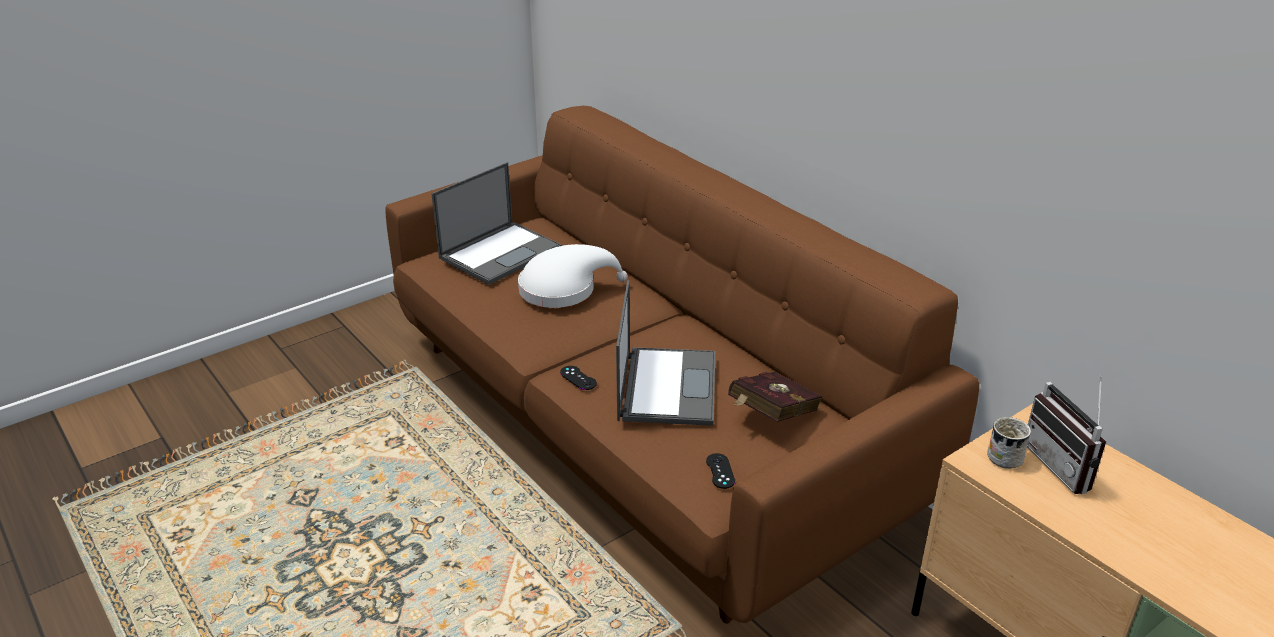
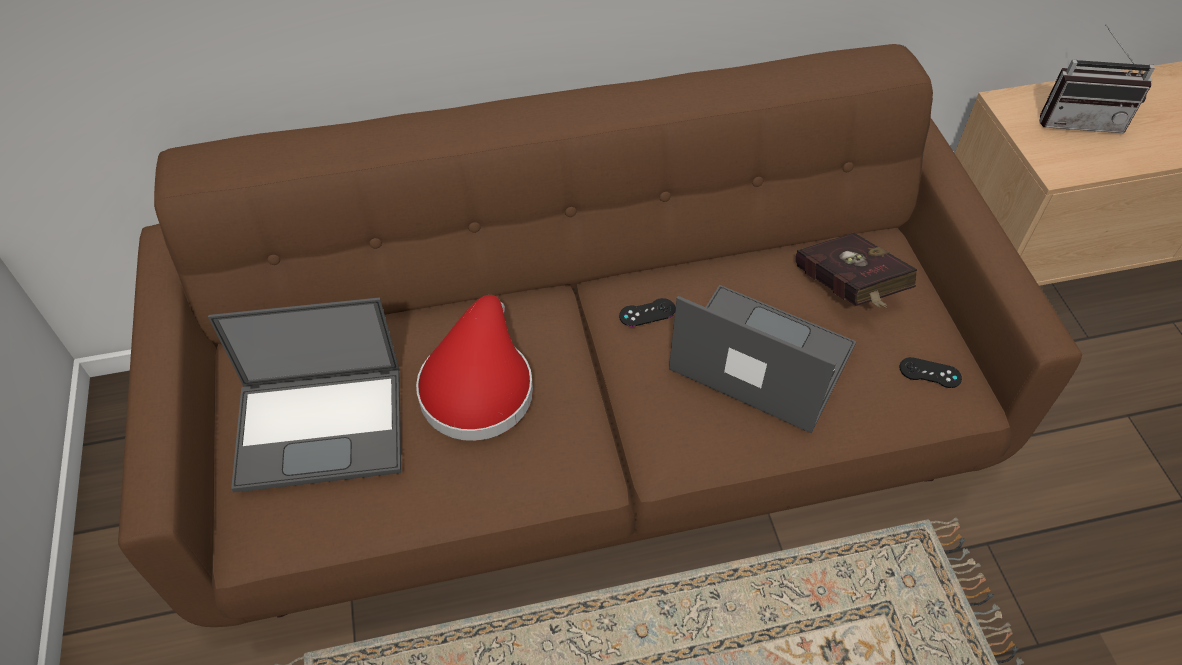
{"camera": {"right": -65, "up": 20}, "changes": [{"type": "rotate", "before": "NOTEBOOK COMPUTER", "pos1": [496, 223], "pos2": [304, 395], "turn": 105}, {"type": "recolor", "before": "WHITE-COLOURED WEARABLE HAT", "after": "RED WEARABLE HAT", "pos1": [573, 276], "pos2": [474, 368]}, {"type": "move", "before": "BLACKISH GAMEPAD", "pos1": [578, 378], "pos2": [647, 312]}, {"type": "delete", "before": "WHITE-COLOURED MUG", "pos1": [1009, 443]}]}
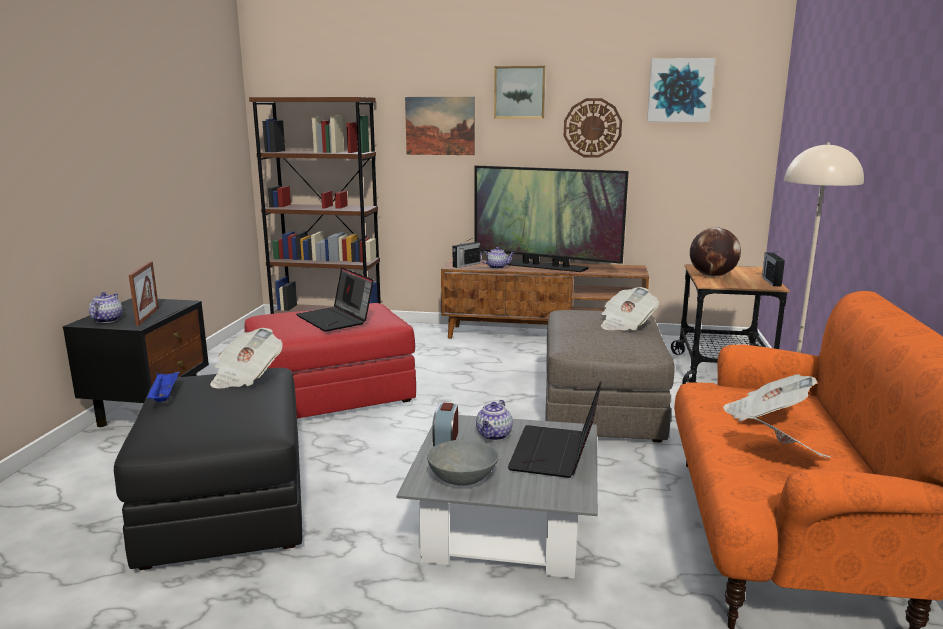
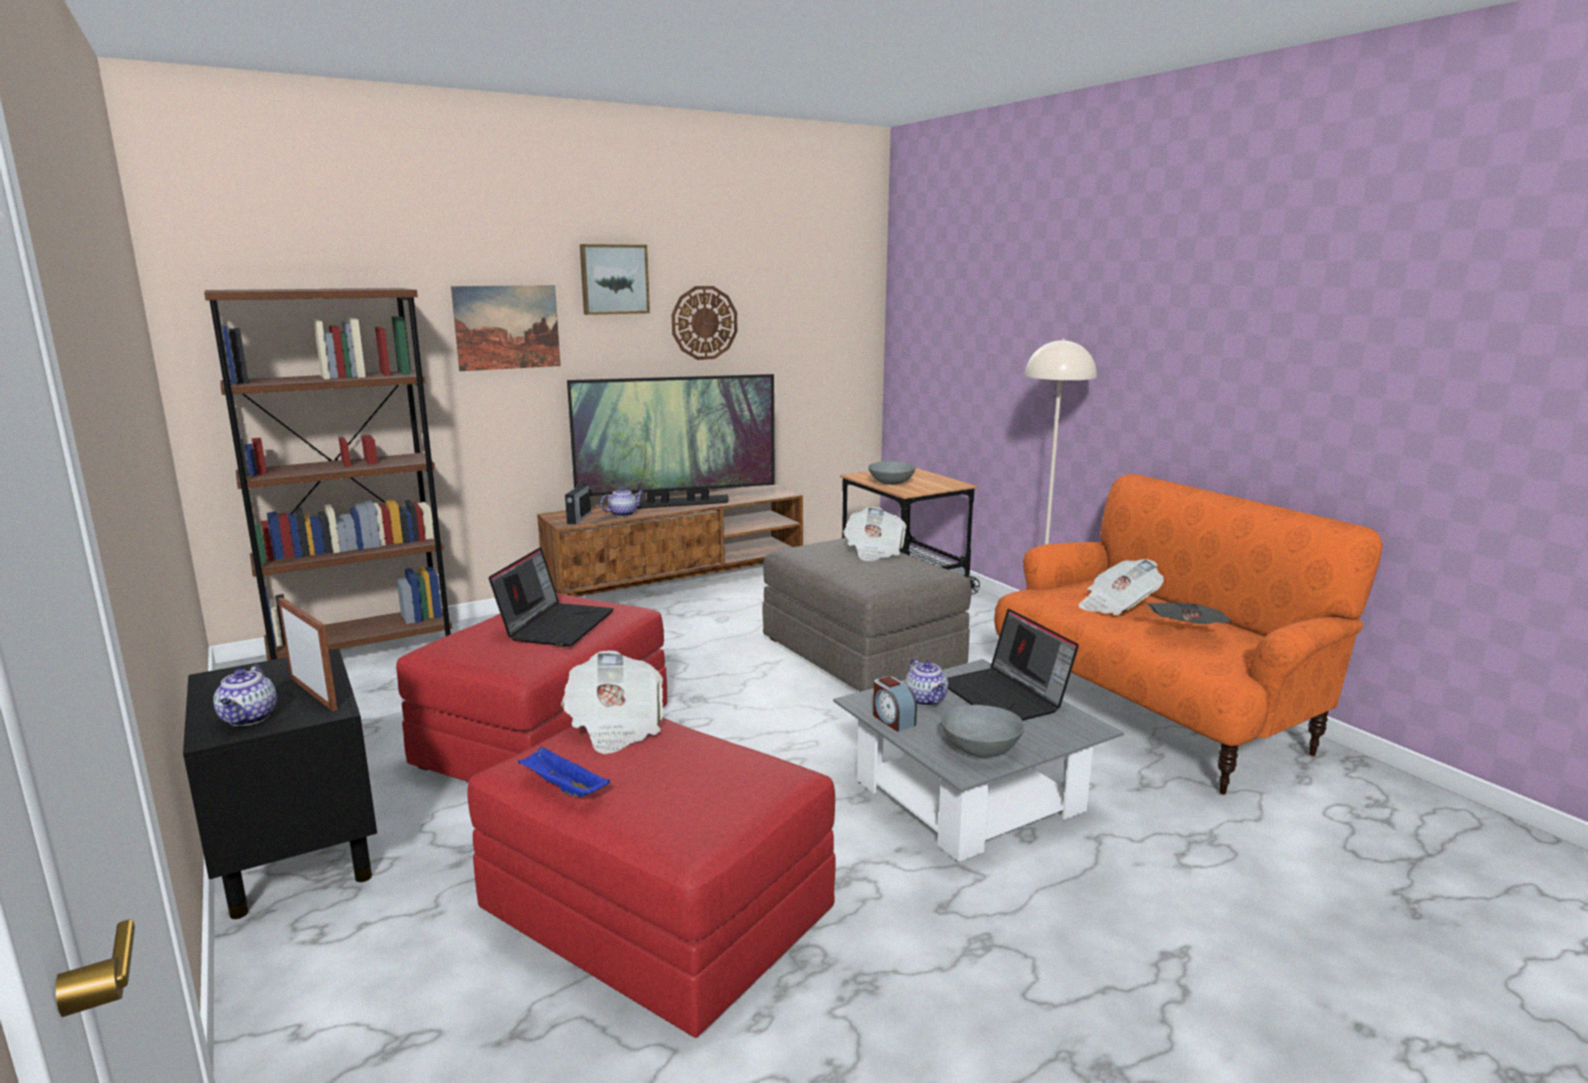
{"camera": {"right": -40, "up": 0}, "changes": [{"type": "rotate", "before": "POT FOR TEA", "pos1": [105, 307], "pos2": [245, 695], "turn": -150}, {"type": "recolor", "before": "BLACKISH POUFFE", "after": "RED POUFFE", "pos1": [208, 469], "pos2": [651, 877]}, {"type": "rotate", "before": "NOTEBOOK COMPUTER", "pos1": [335, 299], "pos2": [551, 597], "turn": -90}, {"type": "delete", "before": "WALL PICTURE", "pos1": [681, 90]}, {"type": "replace", "before": "GLOBE", "after": "GREYISH DEEP DISH", "pos1": [715, 252], "pos2": [892, 473]}, {"type": "delete", "before": "RADIO RECEIVER", "pos1": [773, 268]}]}
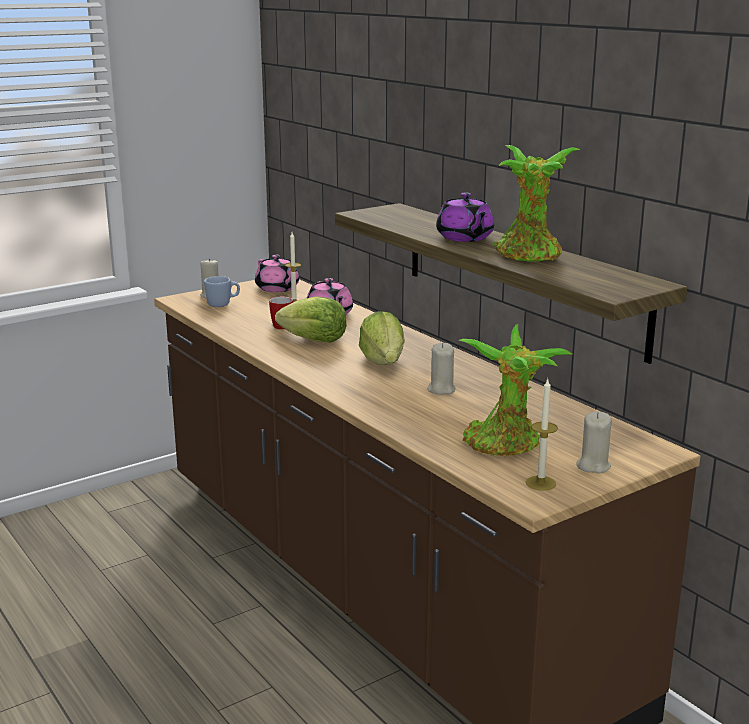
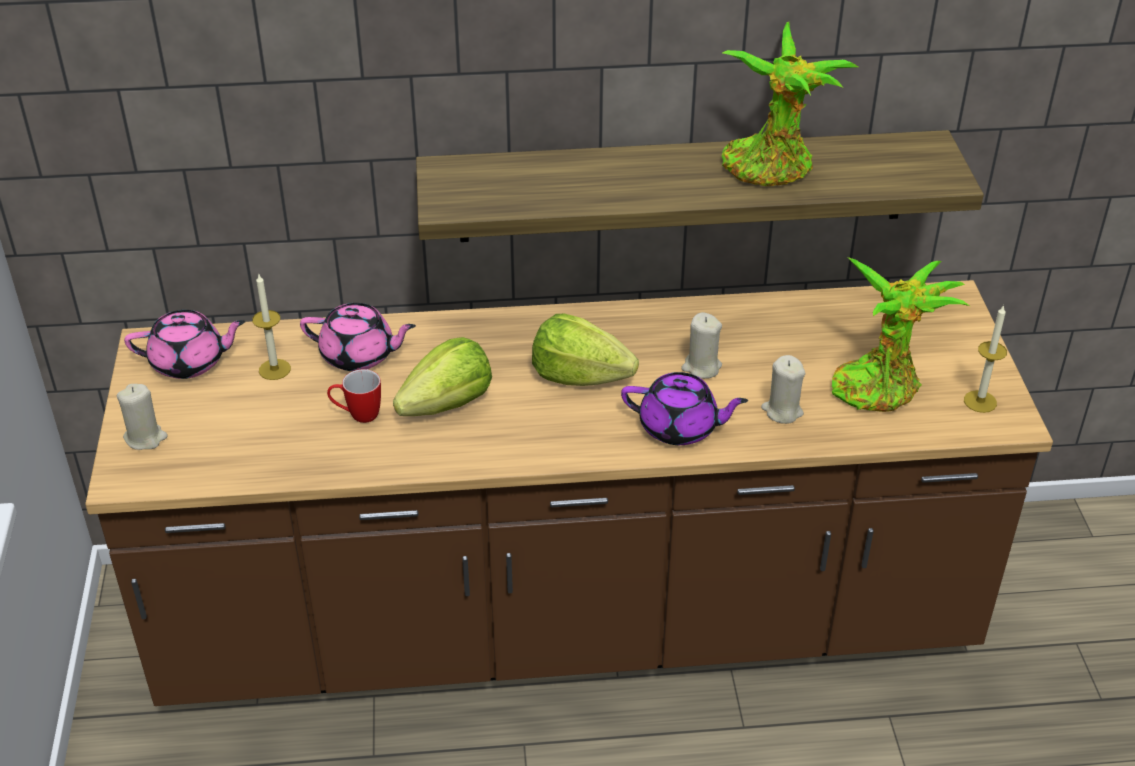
{"camera": {"right": -60, "up": 20}, "changes": [{"type": "delete", "before": "BLUISH MUG", "pos1": [222, 291]}, {"type": "move", "before": "PURPLISH POT FOR TEA", "pos1": [465, 217], "pos2": [684, 408]}, {"type": "move", "before": "SAND-COLOURED WAX LIGHT", "pos1": [594, 442], "pos2": [783, 389]}]}
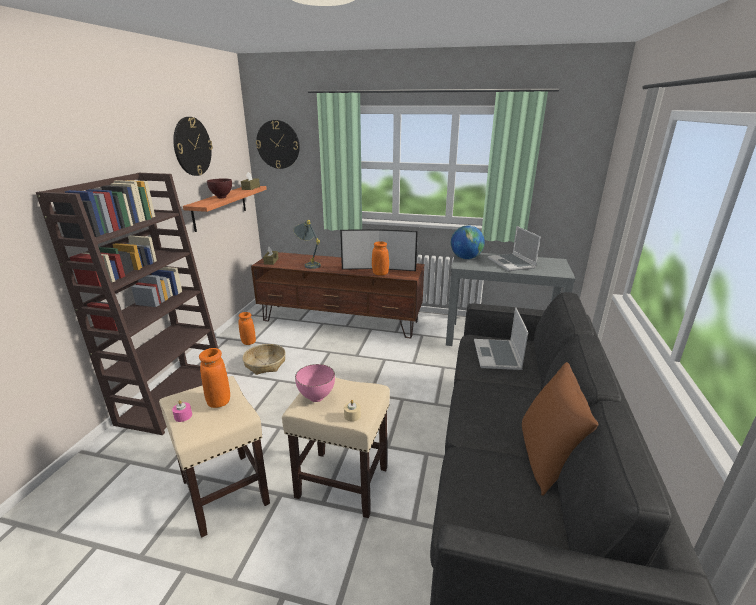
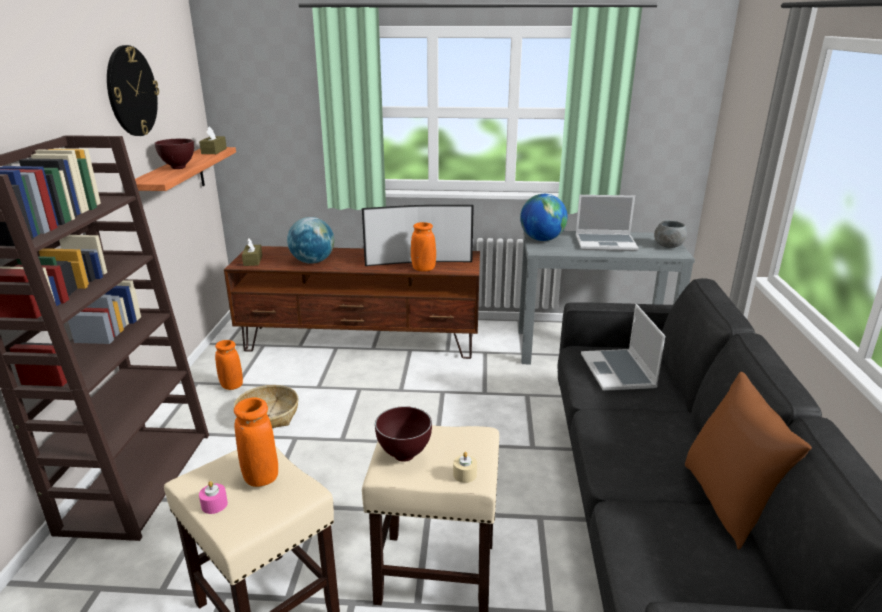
{"camera": {"right": -10, "up": 0}, "changes": [{"type": "delete", "before": "CLOCK ON THE WALL", "pos1": [278, 144]}, {"type": "replace", "before": "GREYISH TABLE LAMP", "after": "GLOBE", "pos1": [307, 244], "pos2": [310, 240]}, {"type": "recolor", "before": "PINK DEEP DISH", "after": "BROWN-COLOURED DEEP DISH", "pos1": [315, 383], "pos2": [403, 434]}, {"type": "rotate", "before": "NOTEBOOK COMPUTER", "pos1": [514, 248], "pos2": [607, 223], "turn": -60}, {"type": "insert", "after": "GREYISH DEEP DISH", "pos2": [670, 234]}]}
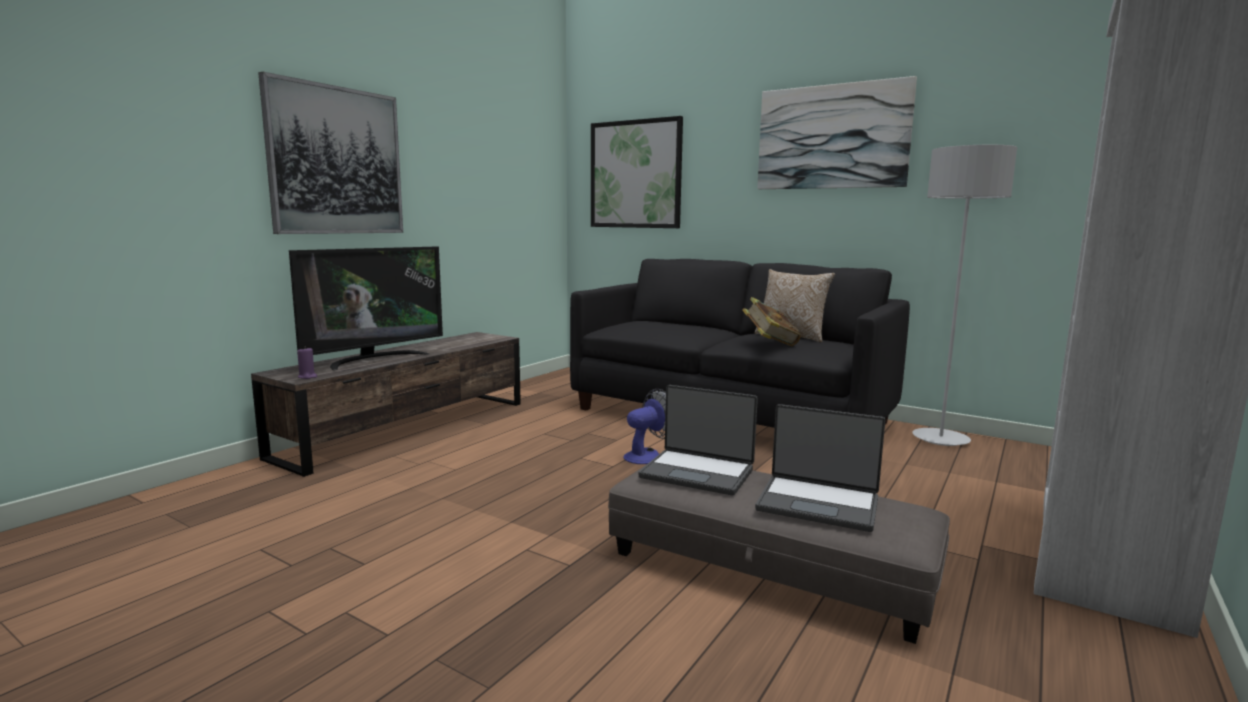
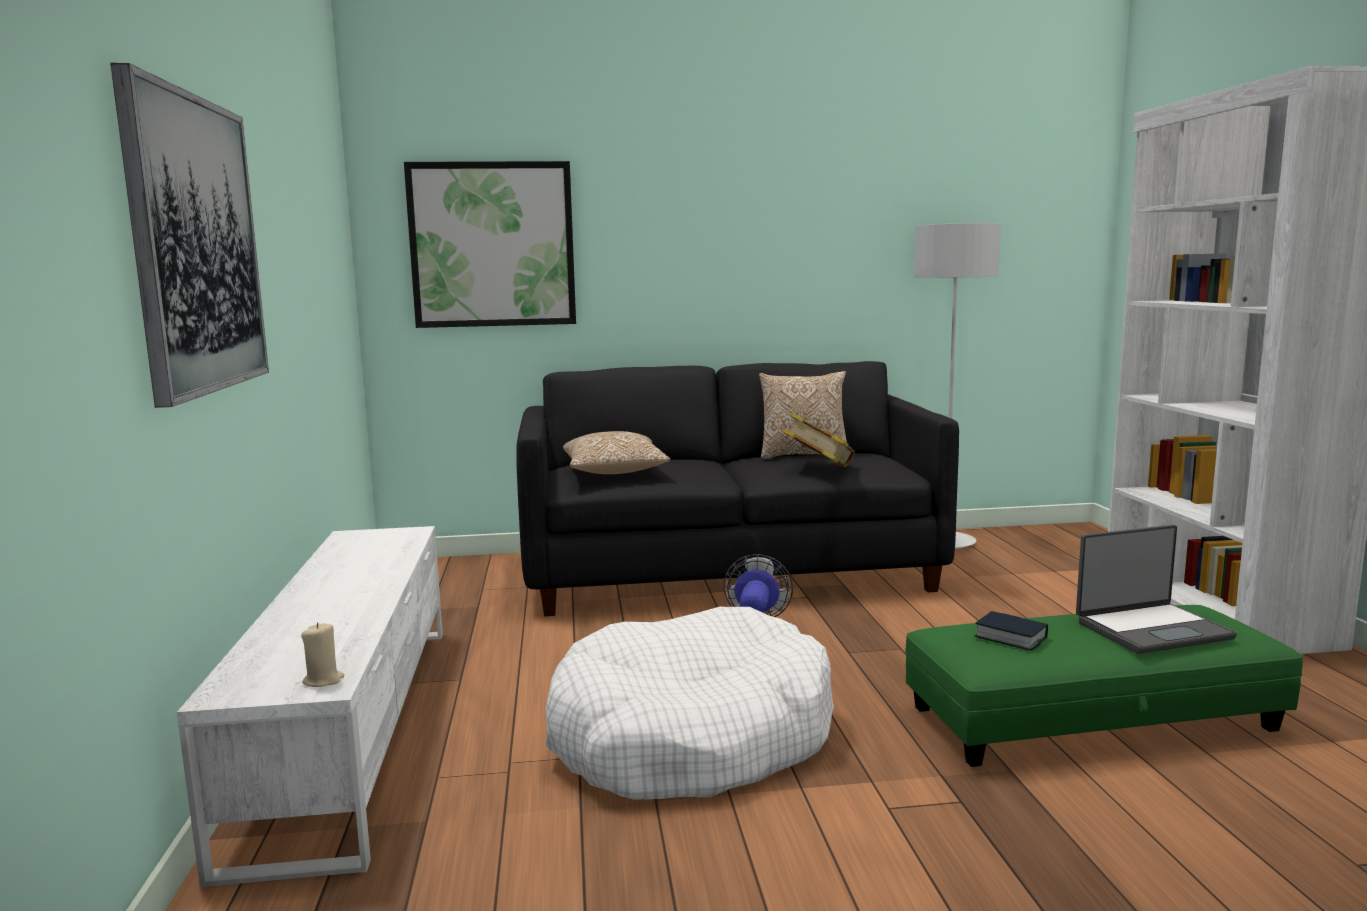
{"camera": {"right": -40, "up": 0}, "changes": [{"type": "recolor", "before": "BROWN-COLOURED TV STAND", "after": "WHITE-COLOURED TV STAND", "pos1": [386, 404], "pos2": [310, 707]}, {"type": "delete", "before": "TELEVISION", "pos1": [366, 308]}, {"type": "recolor", "before": "PURPLISH WAX LIGHT", "after": "SAND-COLOURED WAX LIGHT", "pos1": [307, 363], "pos2": [323, 655]}, {"type": "recolor", "before": "GREYISH POUFFE", "after": "GREENISH POUFFE", "pos1": [779, 554], "pos2": [1104, 686]}, {"type": "replace", "before": "NOTEBOOK COMPUTER", "after": "BOUND BOOK", "pos1": [698, 440], "pos2": [1011, 631]}, {"type": "delete", "before": "WALL PICTURE", "pos1": [837, 132]}, {"type": "insert", "after": "WHITE-COLOURED DOG BED", "pos2": [690, 703]}, {"type": "insert", "after": "CUSHION", "pos2": [616, 452]}]}
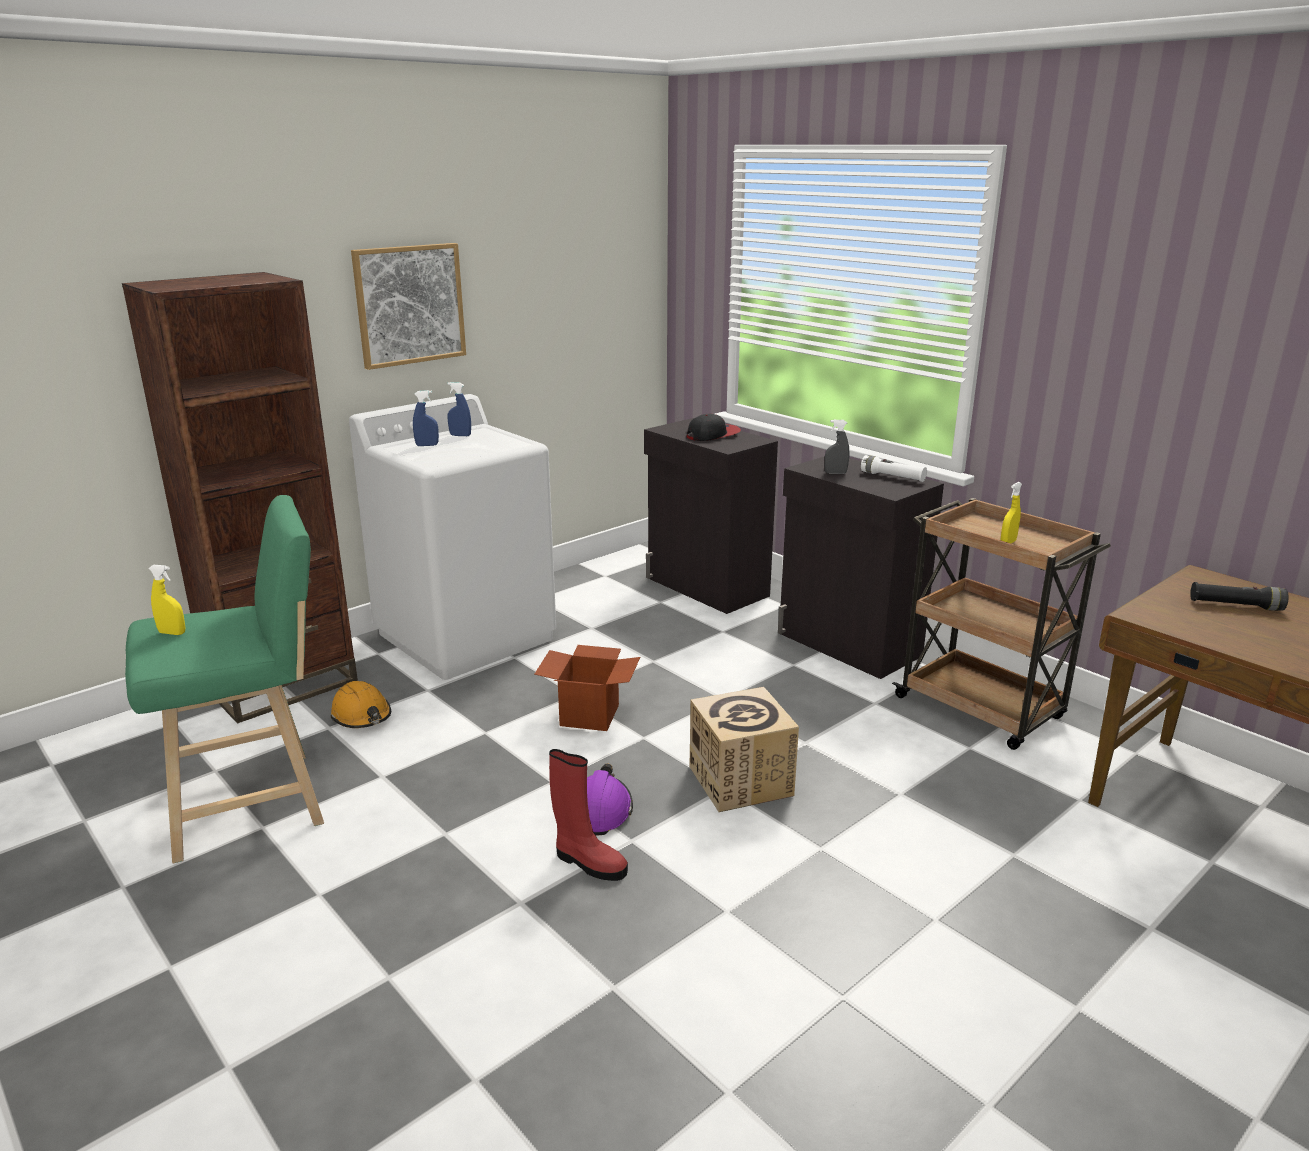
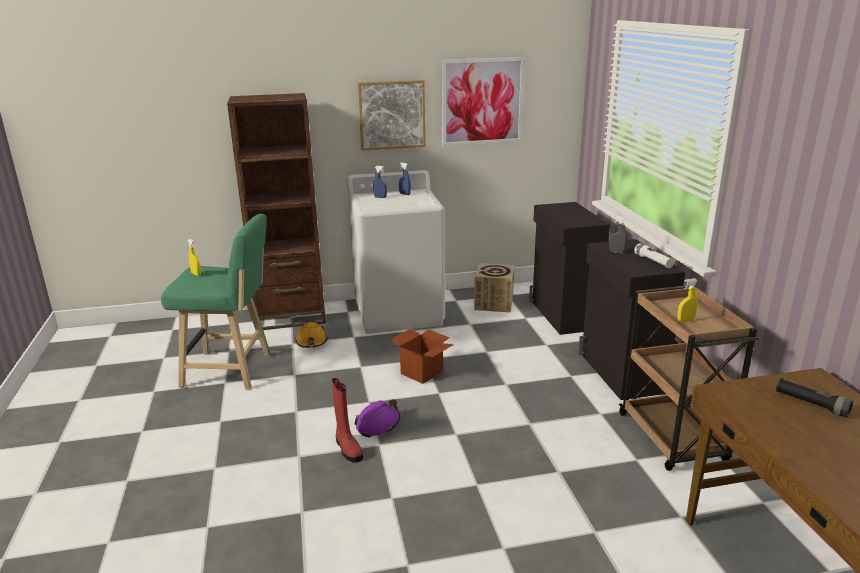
{"camera": {"right": 30, "up": 0}, "changes": [{"type": "delete", "before": "BASEBALL CAP", "pos1": [713, 427]}, {"type": "move", "before": "CARDBOARD BOX", "pos1": [744, 749], "pos2": [494, 288]}, {"type": "insert", "after": "WALL PICTURE", "pos2": [483, 101]}]}
